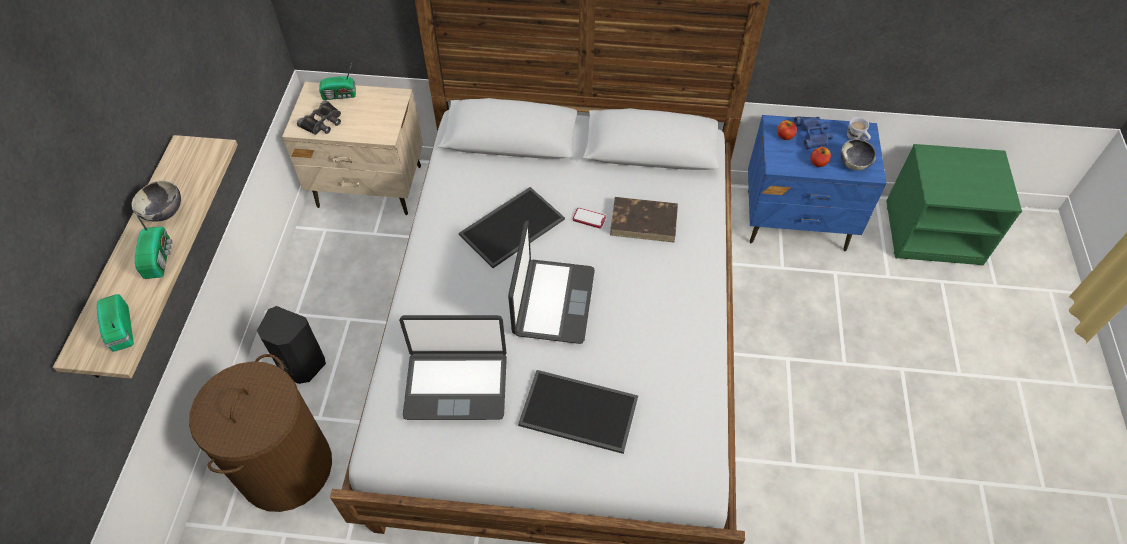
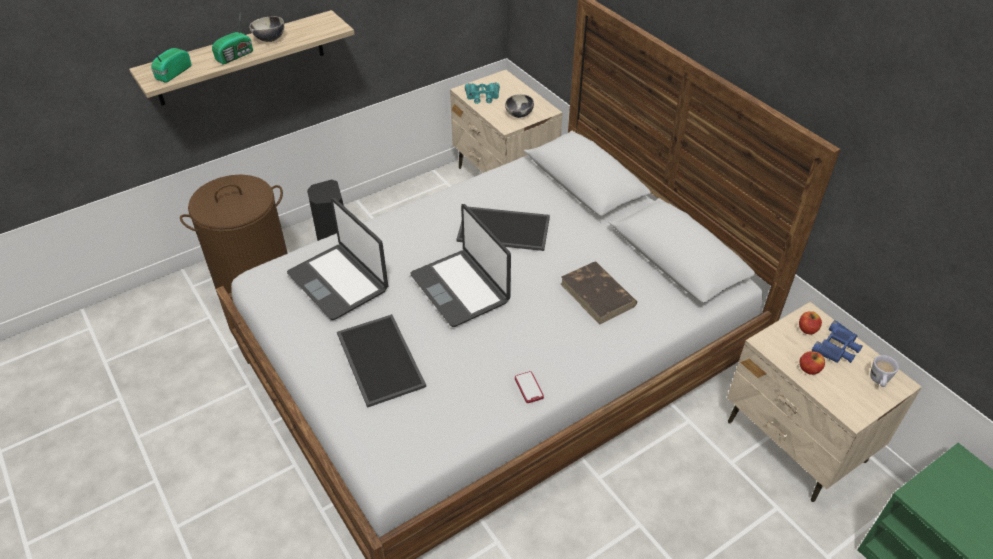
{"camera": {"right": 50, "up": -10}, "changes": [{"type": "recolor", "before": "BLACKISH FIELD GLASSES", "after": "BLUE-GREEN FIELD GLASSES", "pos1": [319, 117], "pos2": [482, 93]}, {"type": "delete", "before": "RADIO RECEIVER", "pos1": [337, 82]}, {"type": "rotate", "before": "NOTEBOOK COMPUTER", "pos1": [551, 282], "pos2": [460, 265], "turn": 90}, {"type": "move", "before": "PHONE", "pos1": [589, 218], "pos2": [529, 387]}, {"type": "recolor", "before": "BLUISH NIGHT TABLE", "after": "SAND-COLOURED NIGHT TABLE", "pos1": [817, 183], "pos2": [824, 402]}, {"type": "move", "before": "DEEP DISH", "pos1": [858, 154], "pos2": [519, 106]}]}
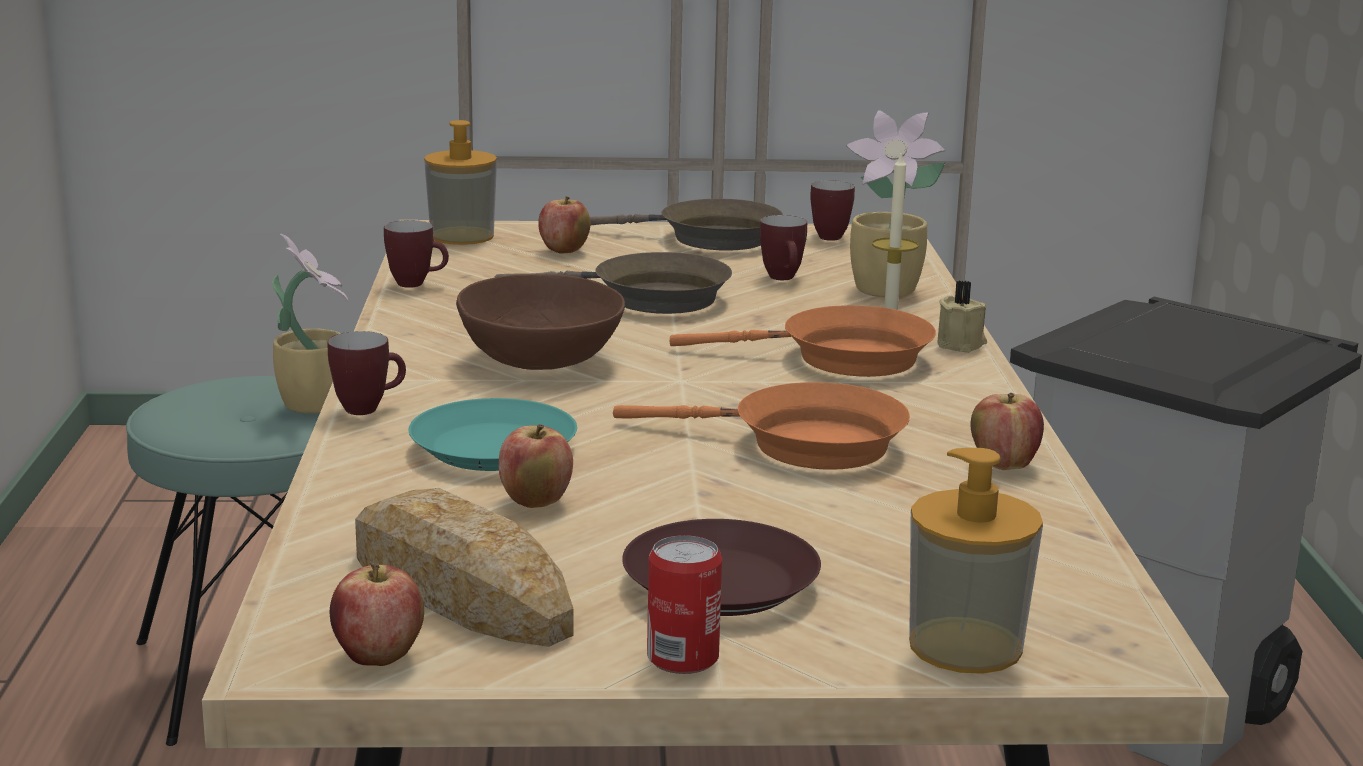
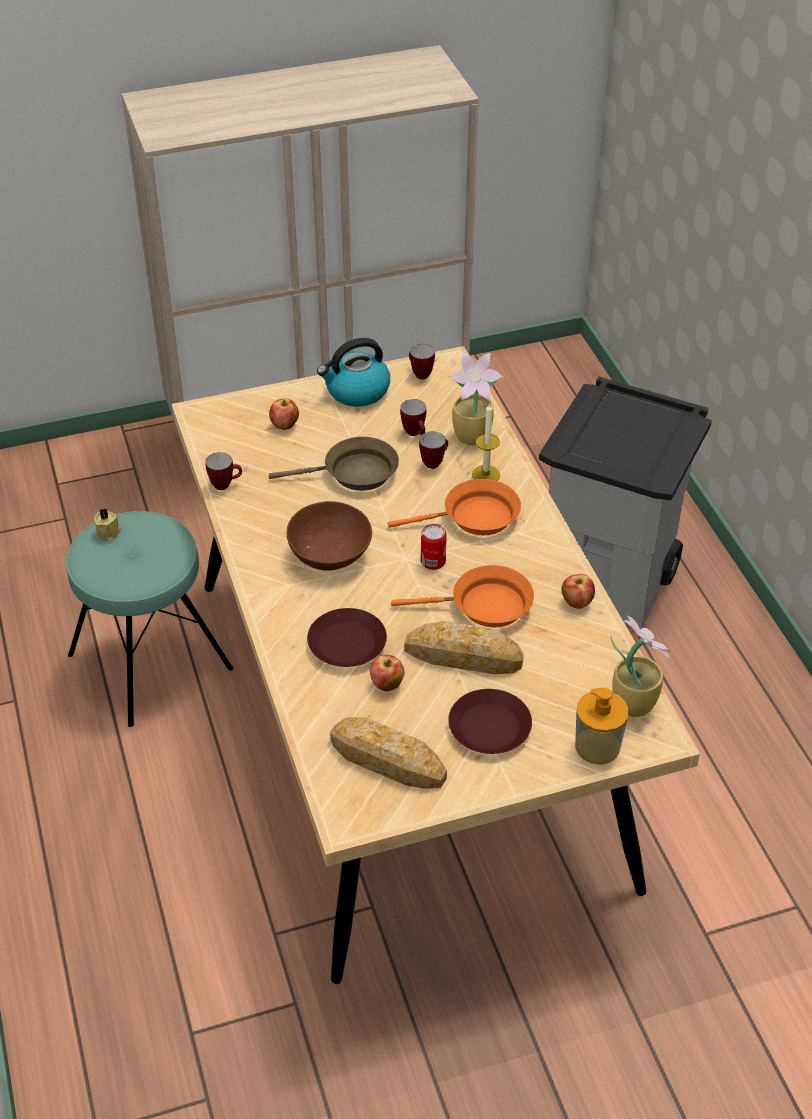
{"camera": {"right": -15, "up": 25}, "changes": [{"type": "move", "before": "PLANT IN A POT", "pos1": [310, 323], "pos2": [640, 666]}, {"type": "move", "before": "MUG", "pos1": [367, 373], "pos2": [433, 450]}, {"type": "delete", "before": "APPLE FRUIT", "pos1": [377, 615]}, {"type": "recolor", "before": "BLUE-GREEN DINNER PLATE", "after": "BROWN-COLOURED DINNER PLATE", "pos1": [493, 434], "pos2": [347, 637]}, {"type": "delete", "before": "SOAP BOTTLE", "pos1": [460, 182]}, {"type": "replace", "before": "BROWN-COLOURED PAN", "after": "TEA KETTLE", "pos1": [686, 225], "pos2": [353, 372]}, {"type": "move", "before": "CAN", "pos1": [684, 604], "pos2": [434, 547]}, {"type": "move", "before": "SAND-COLOURED WAX LIGHT", "pos1": [962, 316], "pos2": [107, 524]}, {"type": "insert", "after": "BREAD", "pos2": [464, 647]}]}
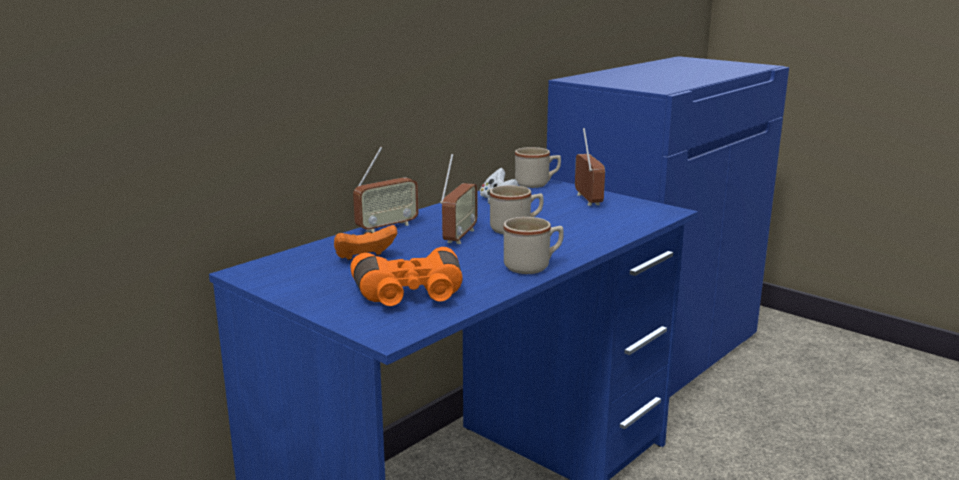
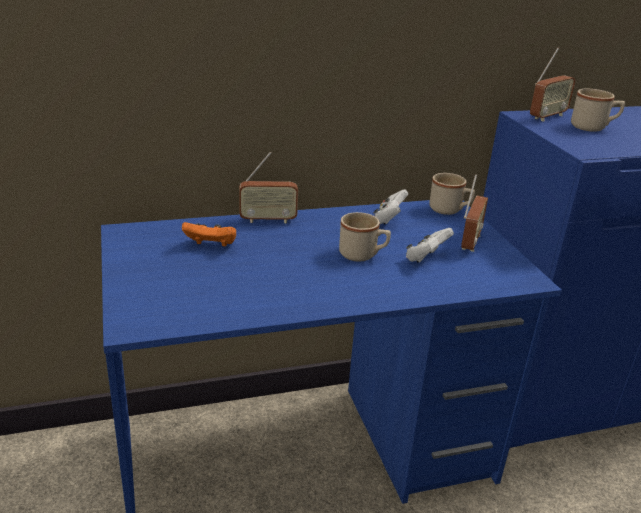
{"camera": {"right": 30, "up": 10}, "changes": [{"type": "delete", "before": "ORANGEY FIELD GLASSES", "pos1": [407, 276]}, {"type": "move", "before": "RADIO RECEIVER", "pos1": [458, 199], "pos2": [553, 84]}, {"type": "move", "before": "SAND-COLOURED MUG", "pos1": [534, 245], "pos2": [598, 110]}, {"type": "insert", "after": "WHITE-COLOURED GAMEPAD", "pos2": [430, 245]}]}
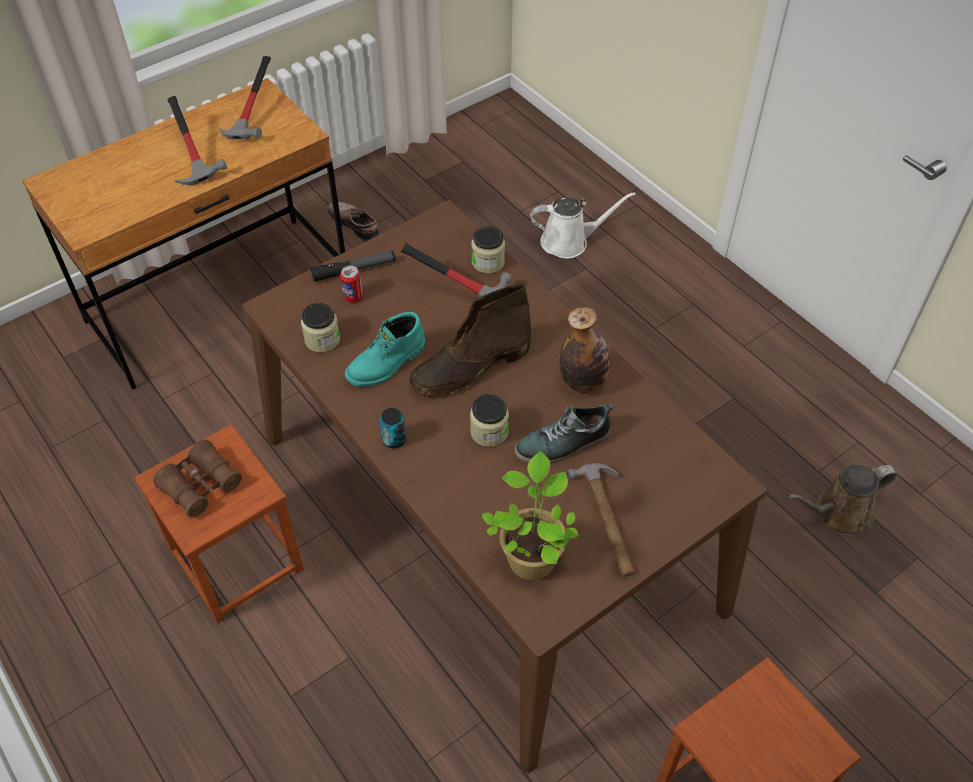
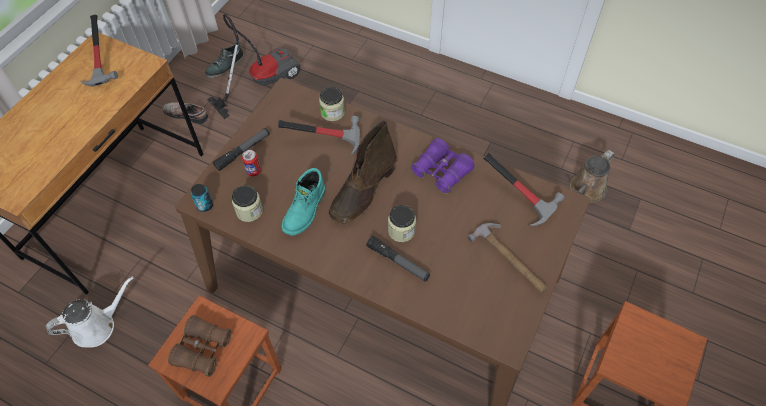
{"camera": {"right": -25, "up": 5}, "changes": [{"type": "move", "before": "HAND HAMMER", "pos1": [197, 140], "pos2": [524, 189]}, {"type": "move", "before": "CAN", "pos1": [393, 428], "pos2": [202, 198]}, {"type": "delete", "before": "PLANT IN A POT", "pos1": [530, 515]}, {"type": "move", "before": "ITEM OF FOOTWEAR", "pos1": [564, 433], "pos2": [224, 59]}, {"type": "move", "before": "WHITE-COLOURED SPRINKLING CAN", "pos1": [583, 225], "pos2": [89, 312]}, {"type": "replace", "before": "BOTTLE", "after": "PURPLISH FIELD GLASSES", "pos1": [585, 350], "pos2": [443, 166]}, {"type": "insert", "after": "HOOVER", "pos2": [254, 66]}, {"type": "insert", "after": "FLASHLIGHT", "pos2": [398, 259]}]}
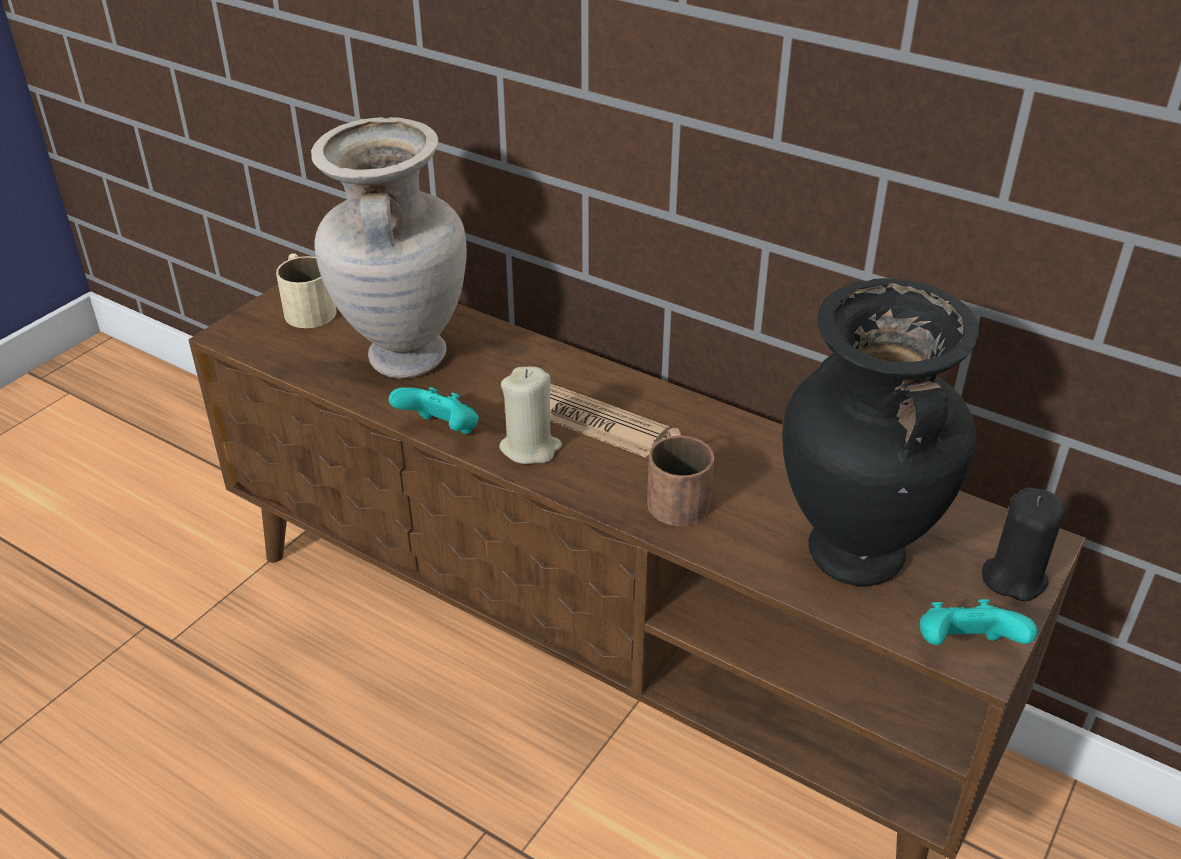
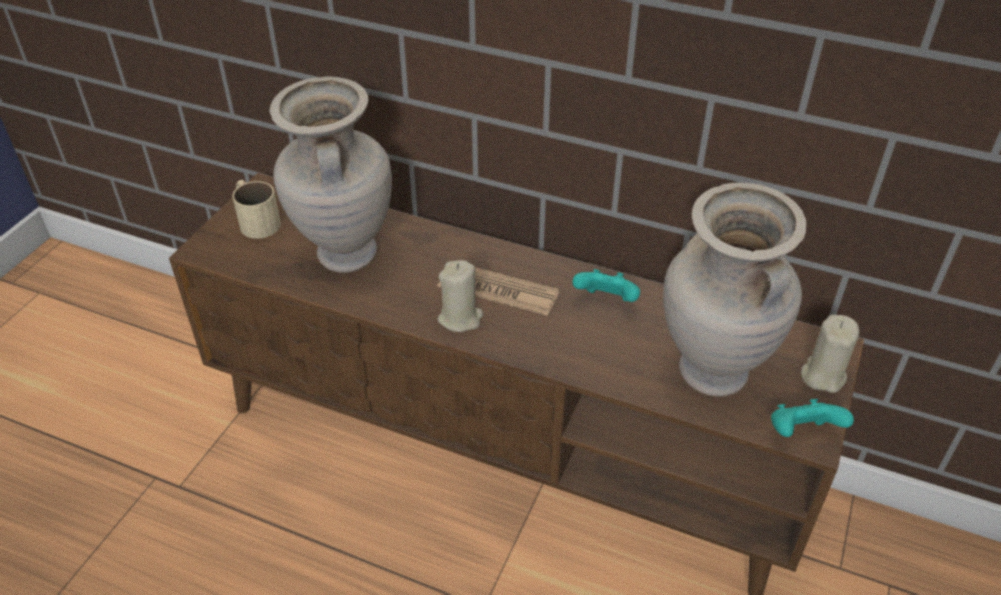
{"camera": {"right": -10, "up": 5}, "changes": [{"type": "move", "before": "BLUE-GREEN GAMEPAD", "pos1": [434, 410], "pos2": [606, 285]}, {"type": "delete", "before": "BROWN-COLOURED MUG", "pos1": [680, 477]}, {"type": "recolor", "before": "BLACKISH DECORATIVE VASE", "after": "SAND-COLOURED DECORATIVE VASE", "pos1": [880, 432], "pos2": [734, 289]}, {"type": "recolor", "before": "BLACKISH WAX LIGHT", "after": "SAND-COLOURED WAX LIGHT", "pos1": [1023, 544], "pos2": [830, 354]}]}
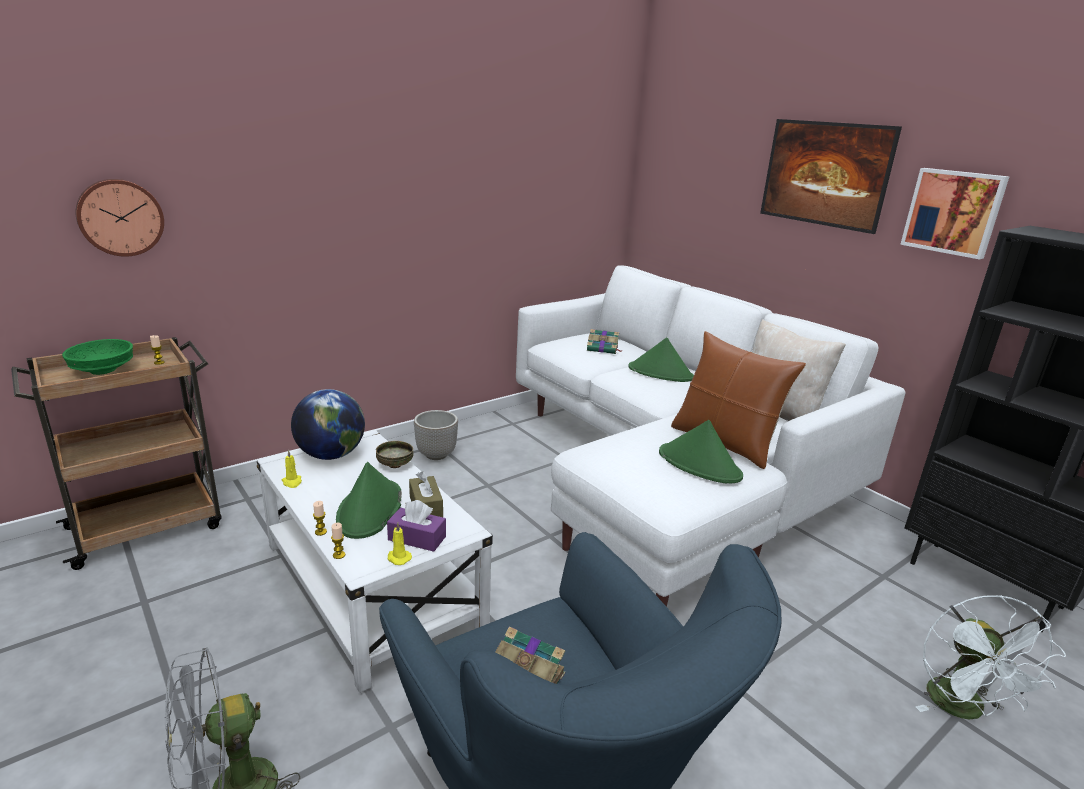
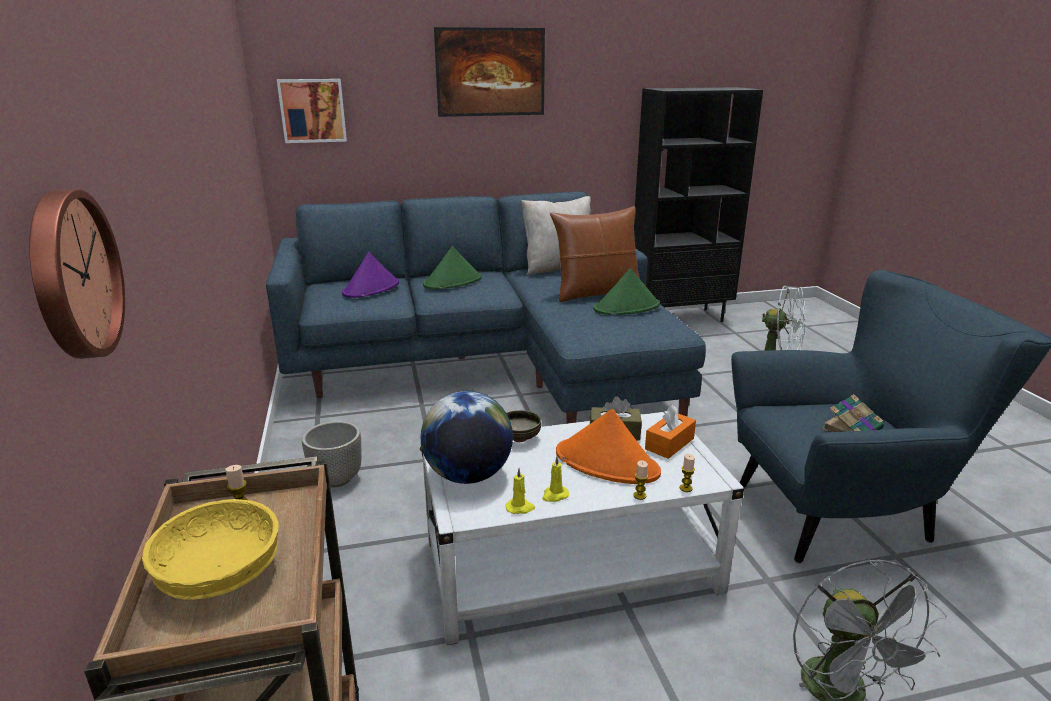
{"camera": {"right": -65, "up": 0}, "changes": [{"type": "recolor", "before": "GREENISH DEEP DISH", "after": "YELLOW-COLOURED DEEP DISH", "pos1": [97, 357], "pos2": [210, 549]}, {"type": "recolor", "before": "GREENISH WEARABLE HAT", "after": "ORANGEY WEARABLE HAT", "pos1": [369, 500], "pos2": [608, 446]}, {"type": "recolor", "before": "PURPLISH BOX OF TISSUES", "after": "ORANGEY BOX OF TISSUES", "pos1": [416, 526], "pos2": [670, 432]}, {"type": "move", "before": "YELLOW-COLOURED WAX LIGHT", "pos1": [399, 543], "pos2": [555, 479]}, {"type": "recolor", "before": "WHITE-COLOURED COUCH", "after": "BLUISH COUCH", "pos1": [710, 436], "pos2": [486, 307]}, {"type": "replace", "before": "BOUND BOOK", "after": "PURPLISH WEARABLE HAT", "pos1": [604, 341], "pos2": [370, 275]}, {"type": "move", "before": "WALL PICTURE", "pos1": [954, 214], "pos2": [312, 111]}]}
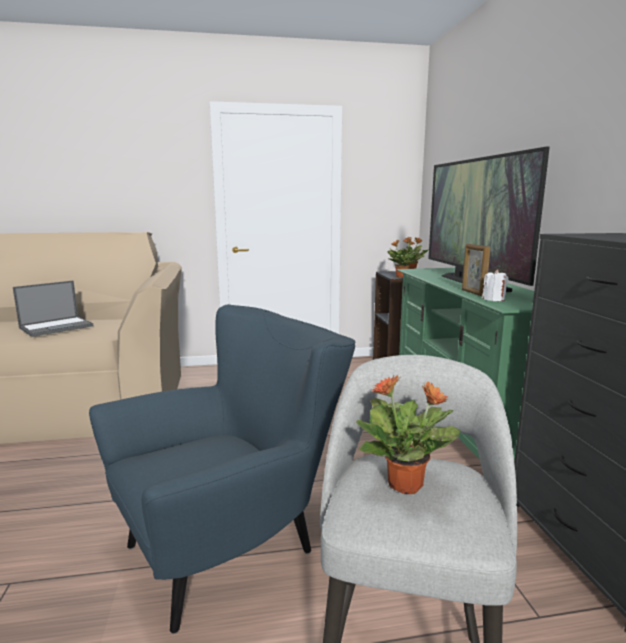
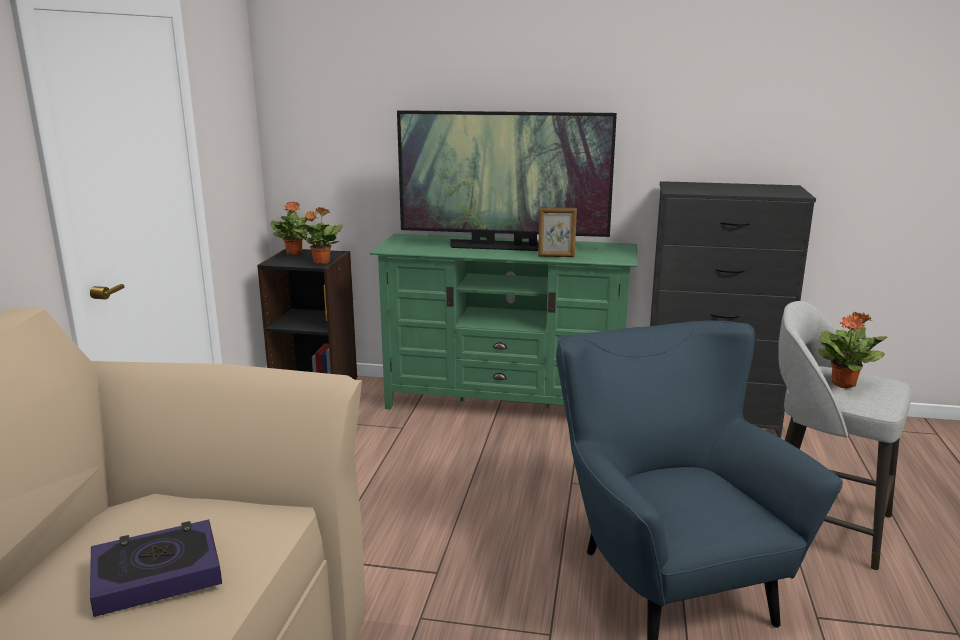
{"camera": {"right": -70, "up": 5}, "changes": [{"type": "replace", "before": "NOTEBOOK COMPUTER", "after": "BOUND BOOK", "pos1": [53, 309], "pos2": [156, 568]}, {"type": "delete", "before": "WHITE-COLOURED WAX LIGHT", "pos1": [495, 285]}]}
